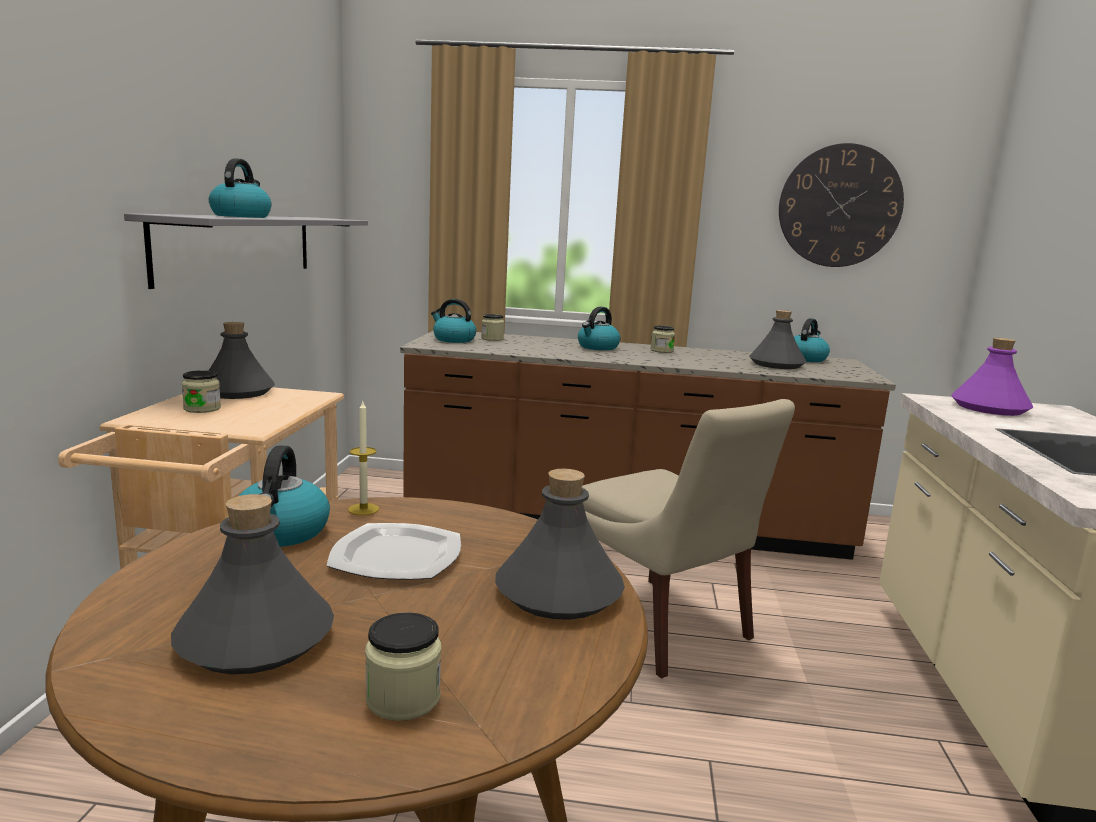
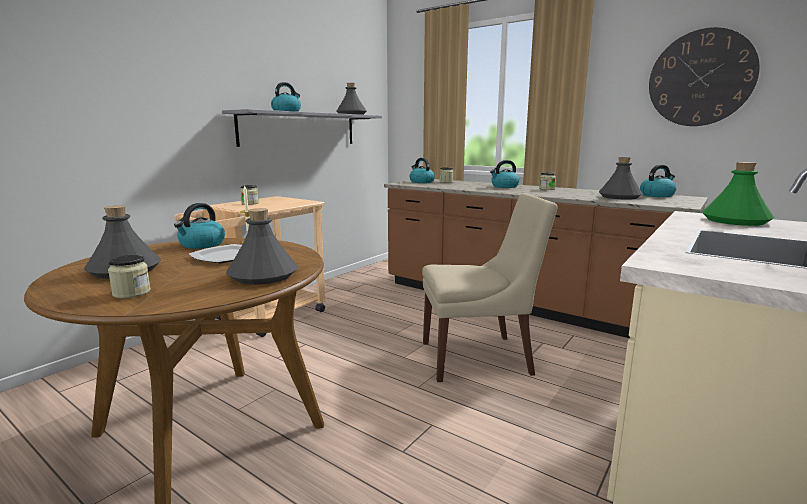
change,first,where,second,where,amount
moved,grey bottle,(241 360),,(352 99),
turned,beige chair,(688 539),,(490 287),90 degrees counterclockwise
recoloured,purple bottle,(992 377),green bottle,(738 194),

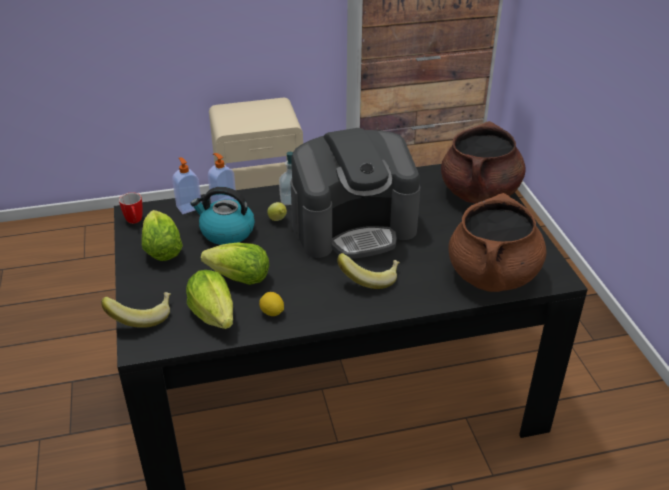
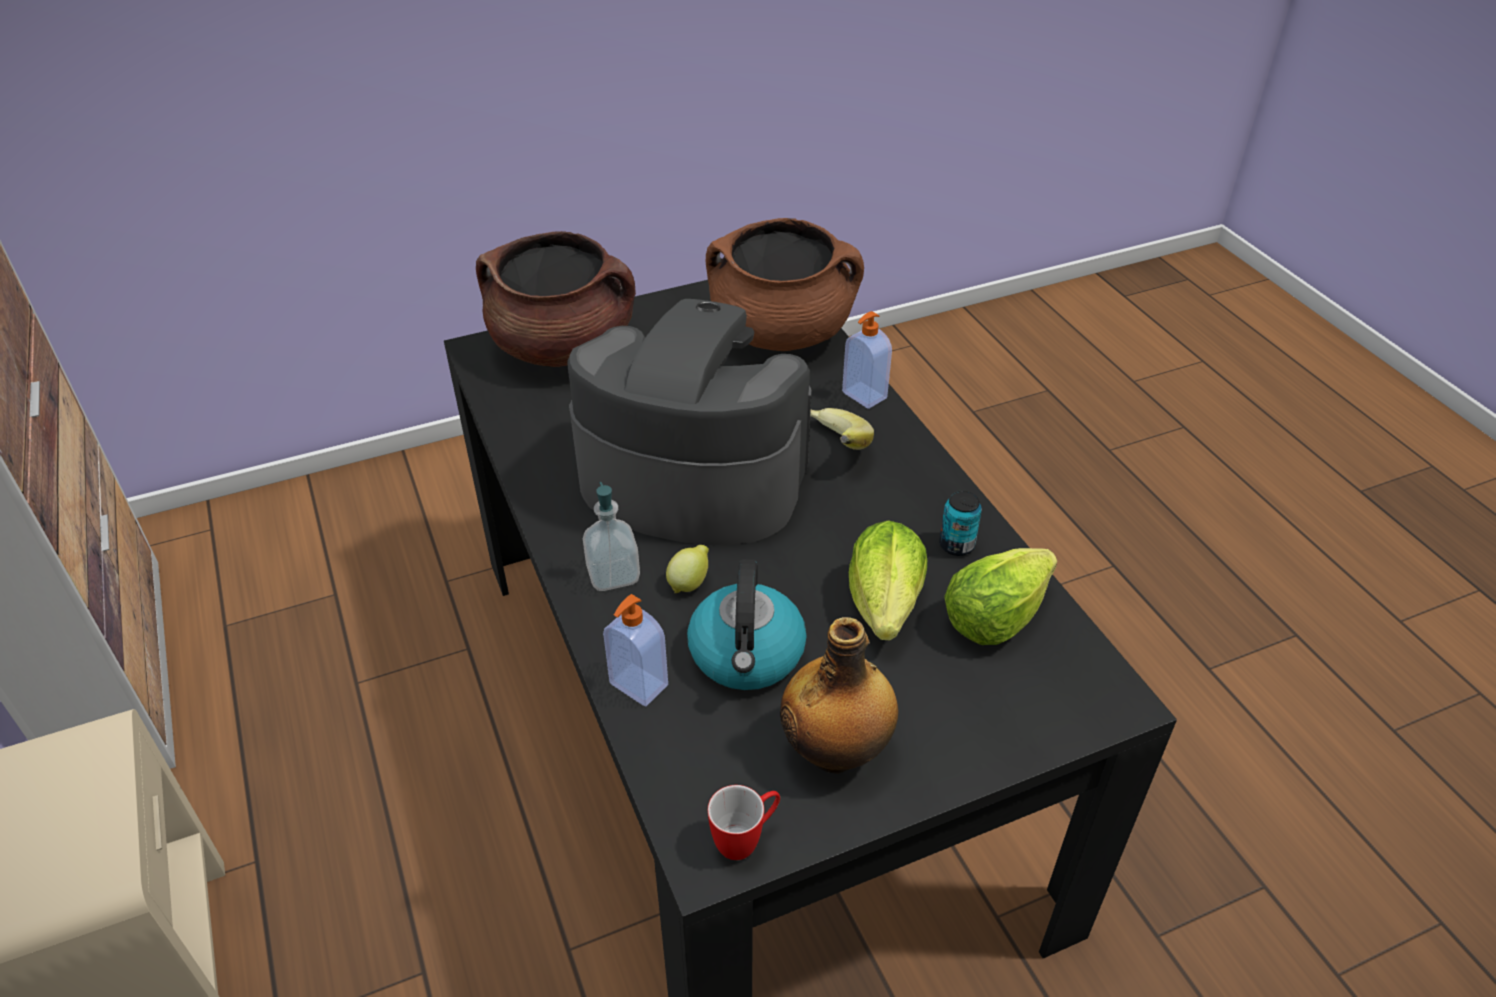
change,first,where,second,where,amount
removed,banana,(136 310),,,
replaced,lettuce,(162 235),bottle,(839 695),
moved,soap dispenser,(187 185),,(867 360),
replaced,lemon,(271 304),can,(960 523),
turned,coffee machine,(356 193),,(689 422),45 degrees counterclockwise

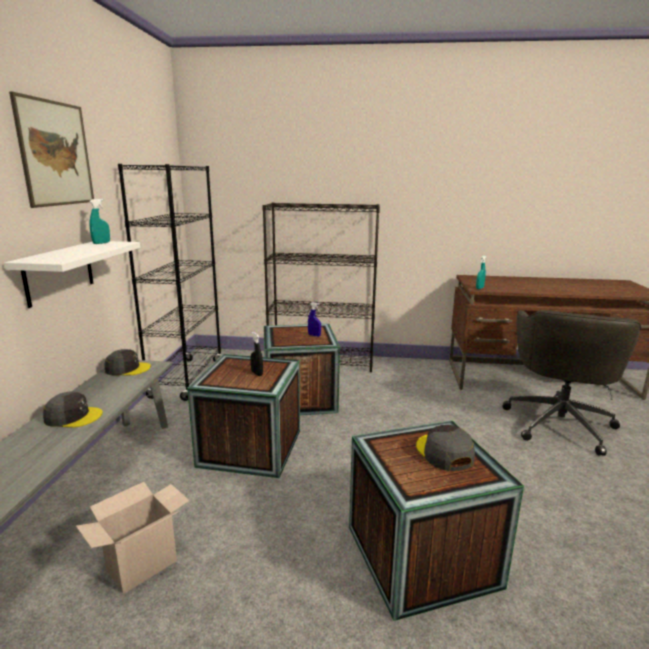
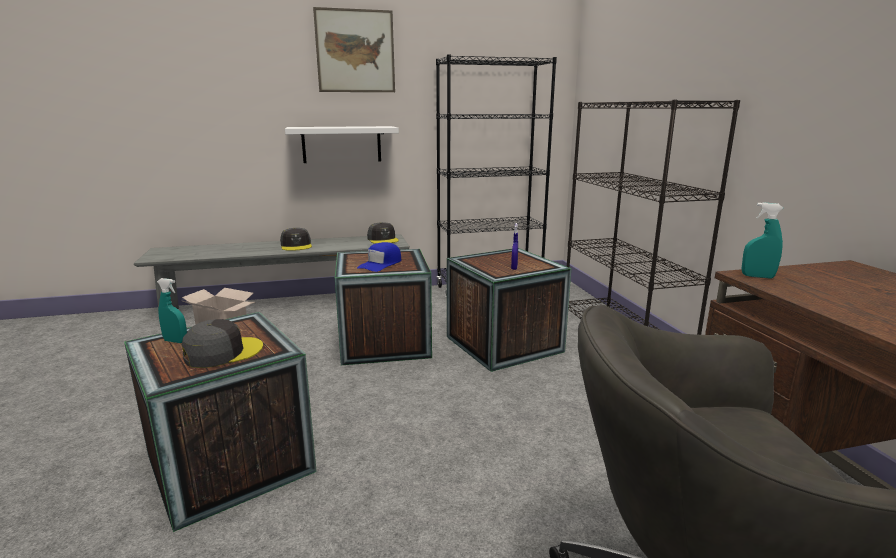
change,first,where,second,where,amount
moved,turquoise spray bottle,(99 221),,(172 310),
replaced,black spray bottle,(256 354),blue cap,(379 257),

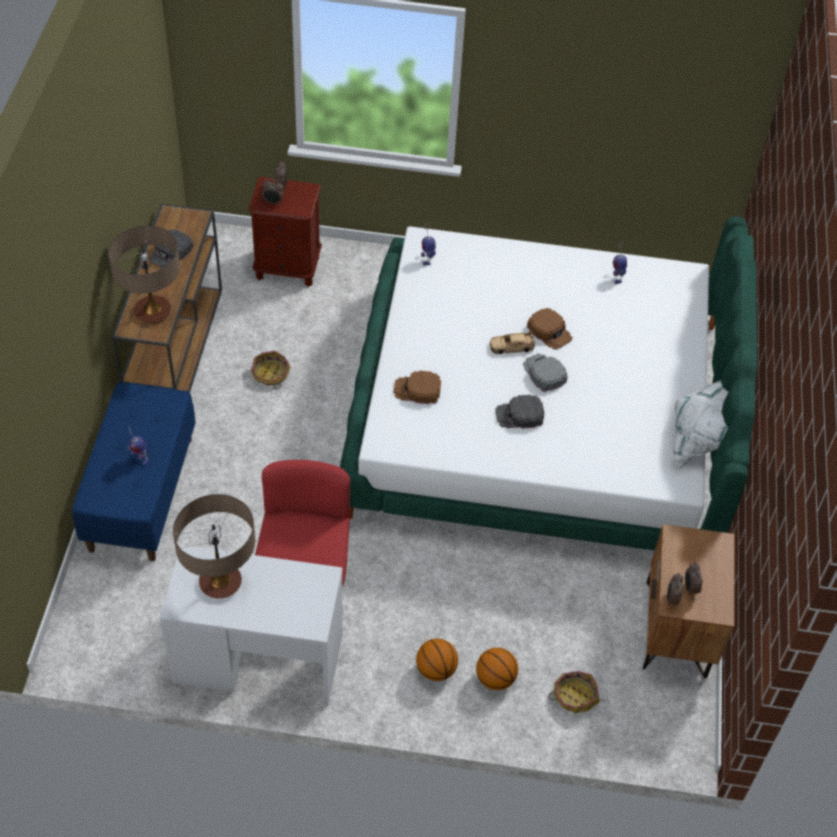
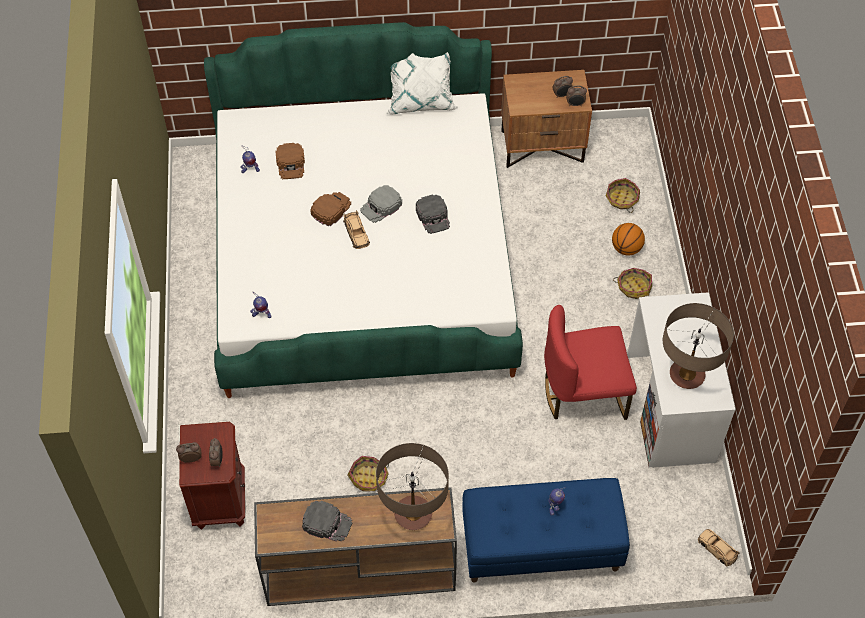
change,first,where,second,where,amount
moved,brown cap,(417 387),,(290 161),
replaced,basketball,(437 660),basket,(632 283),
added,,,beige toy car,(719 548),

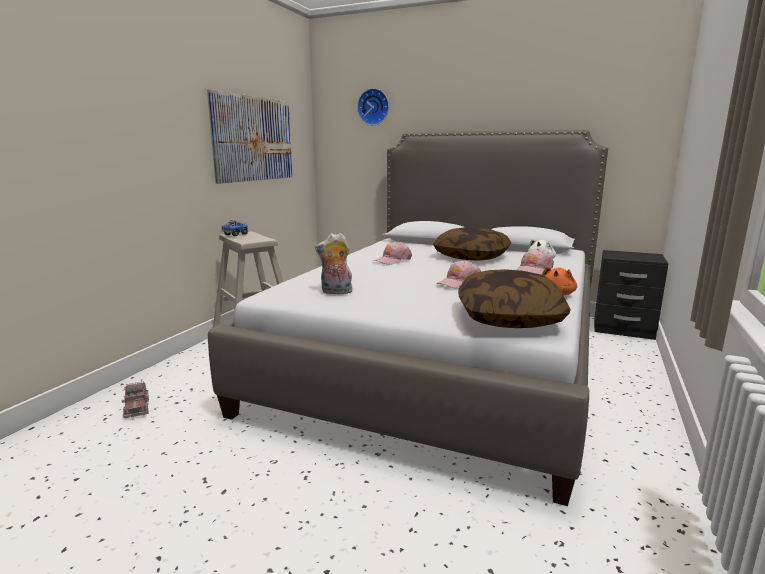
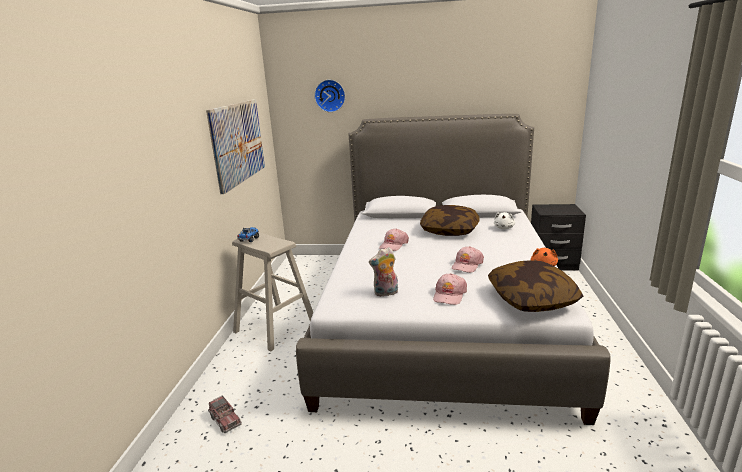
change,first,where,second,where,amount
moved,pink cap,(535 262),,(450 289),

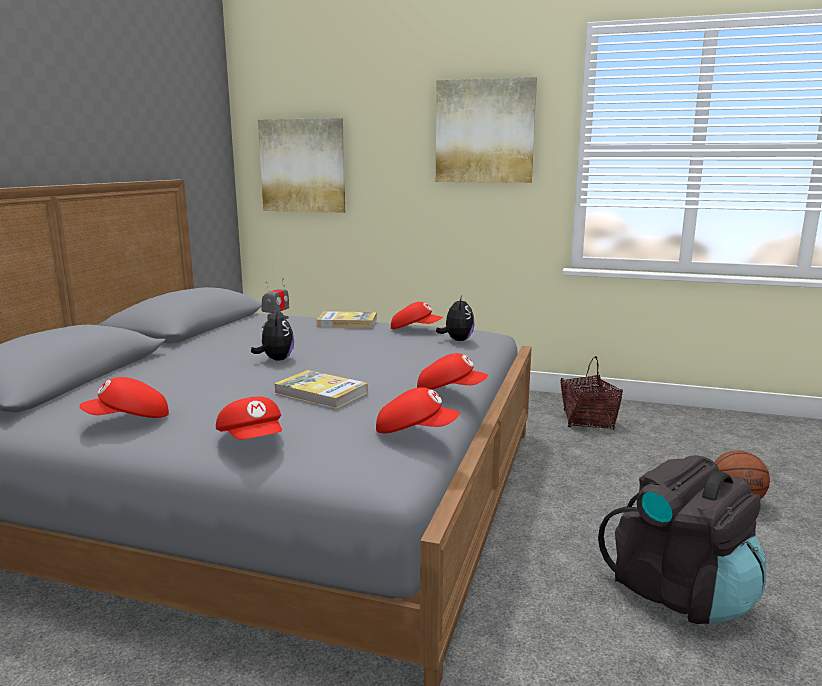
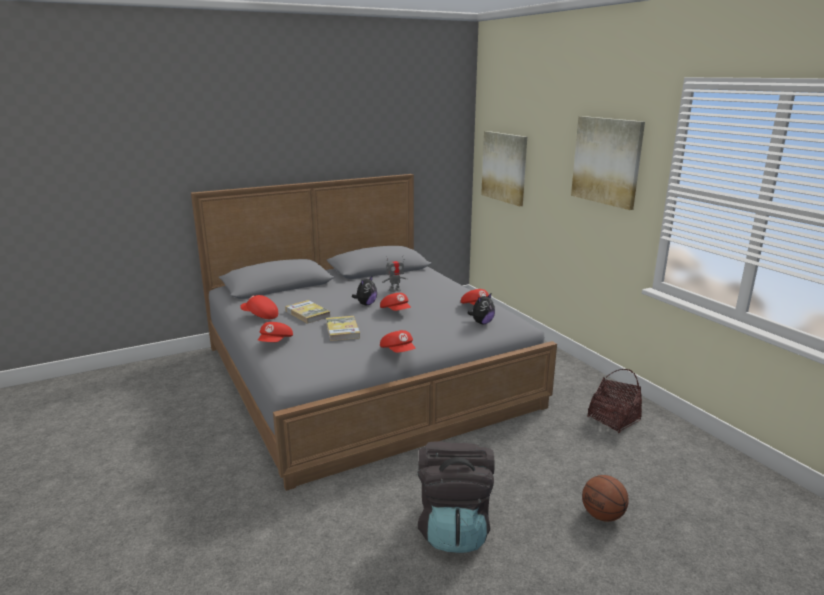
change,first,where,second,where,amount
moved,book,(347 319),,(308 312),
moved,red cap,(418 410),,(395 302),

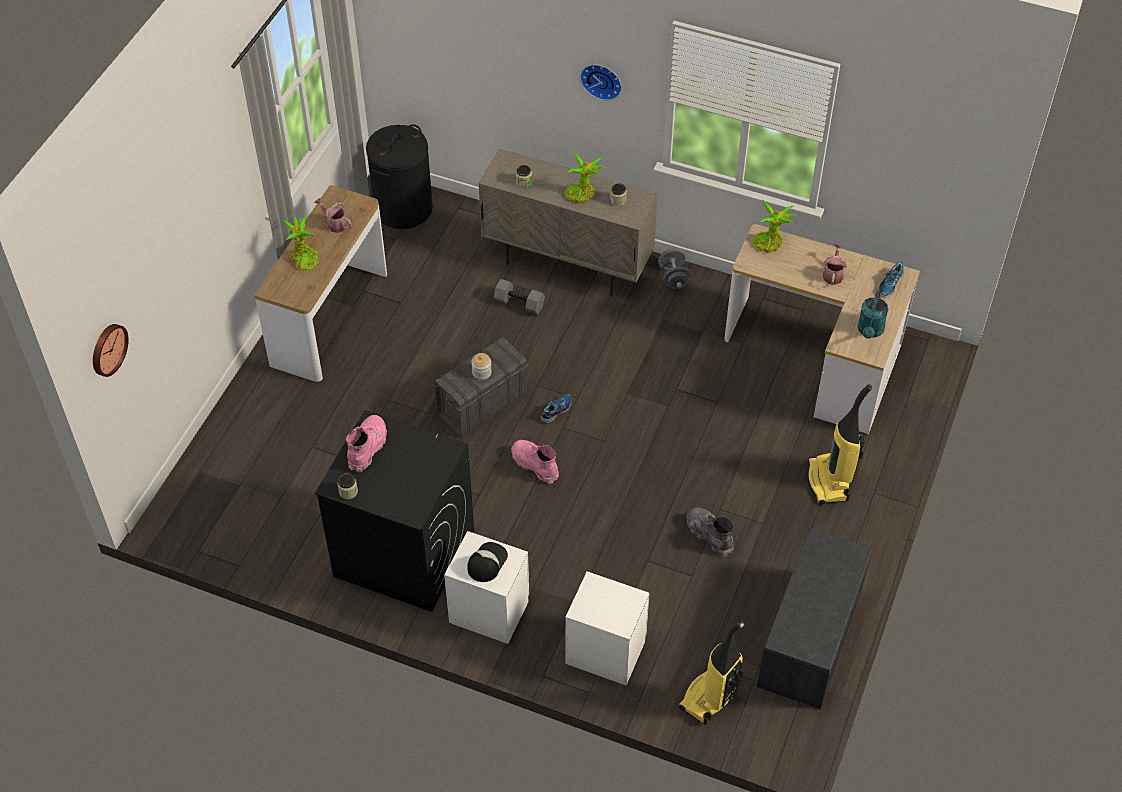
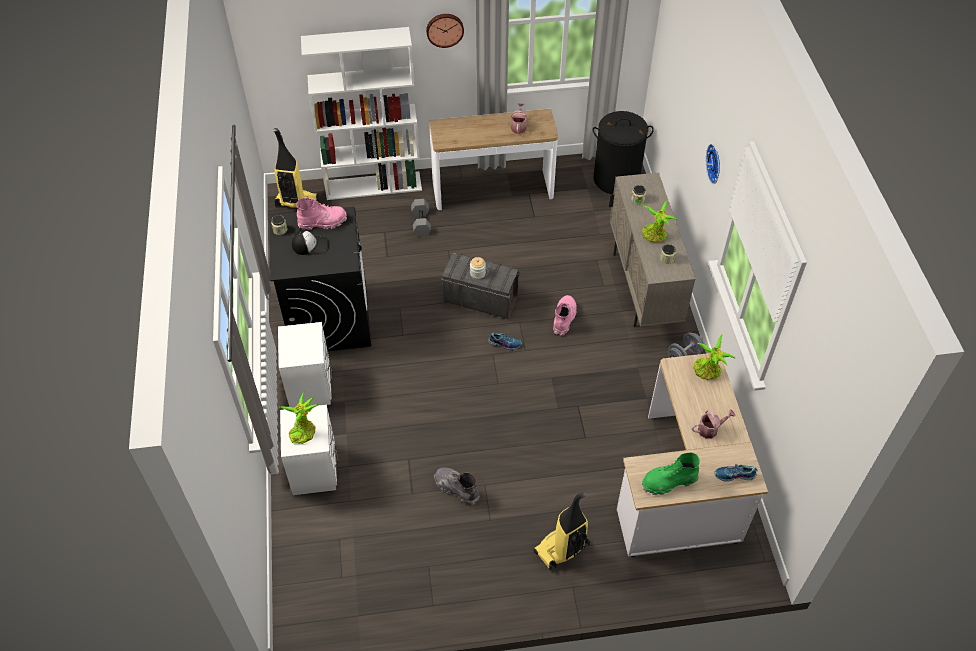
change,first,where,second,where,amount
moved,wall clock,(111 350),,(445 31),
moved,potted plant,(300 242),,(298 418),
moved,cap,(487 562),,(310 242),
moved,grey dumbbell,(519 297),,(421 218),
moved,pink boot,(535 462),,(565 315),
moved,vacuum cleaner,(711 673),,(296 168),
turned,grey boot,(710 532),,(456 486),75 degrees counterclockwise
removed,grey bench,(814 618),,,
replaced,turquoise watering can,(873 314),green boot,(671 473),
added,,,white bookcase,(361 113),

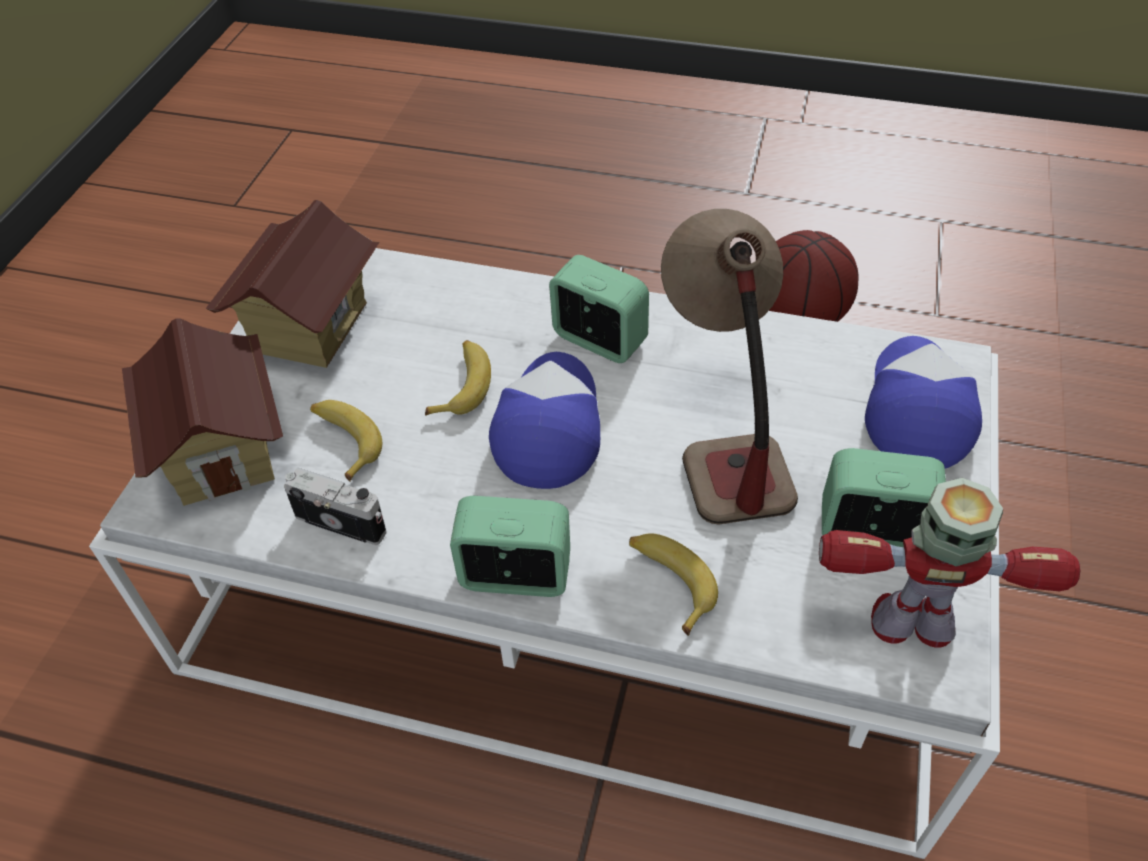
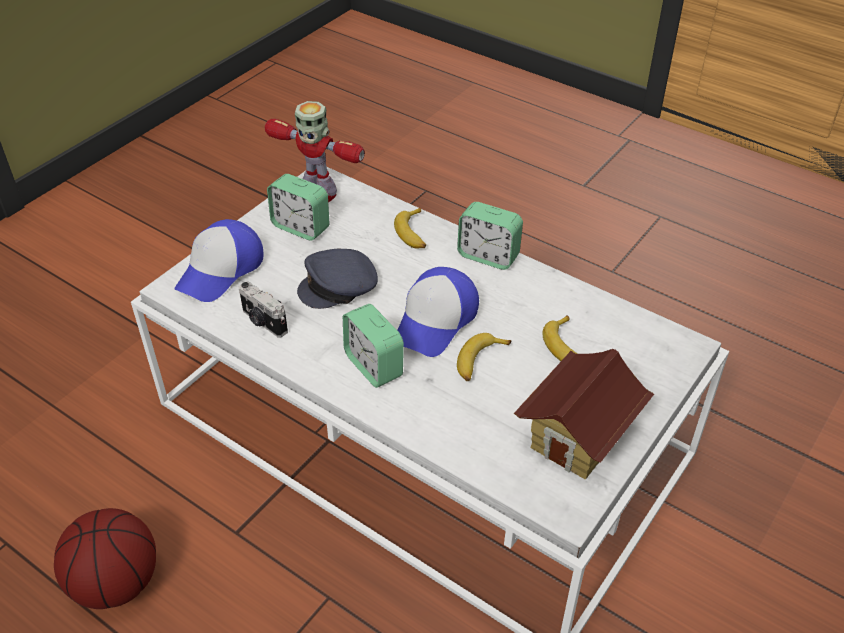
change,first,where,second,where,amount
removed,toy house,(202 412),,,
moved,photo camera,(335 506),,(263 309),
replaced,table lamp,(729 366),grey cap,(337 279),

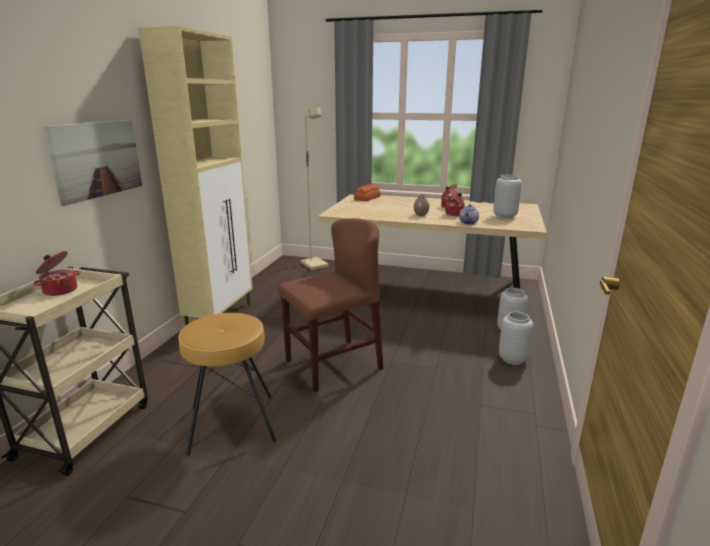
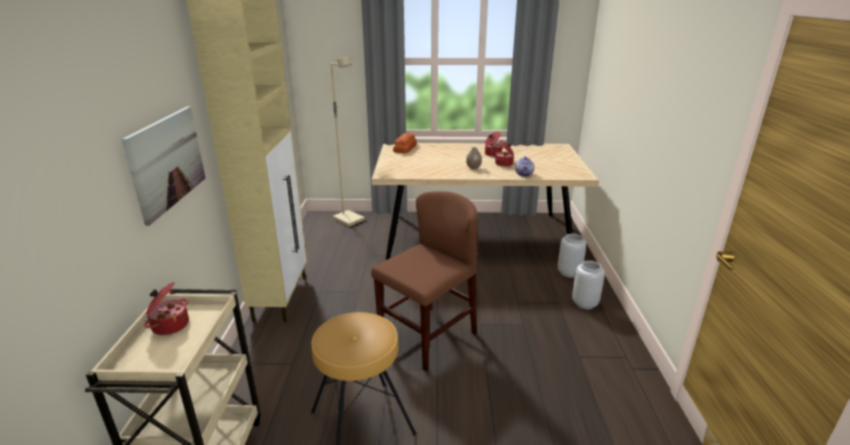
change,first,where,second,where,amount
removed,grey vase,(507 196),,,

